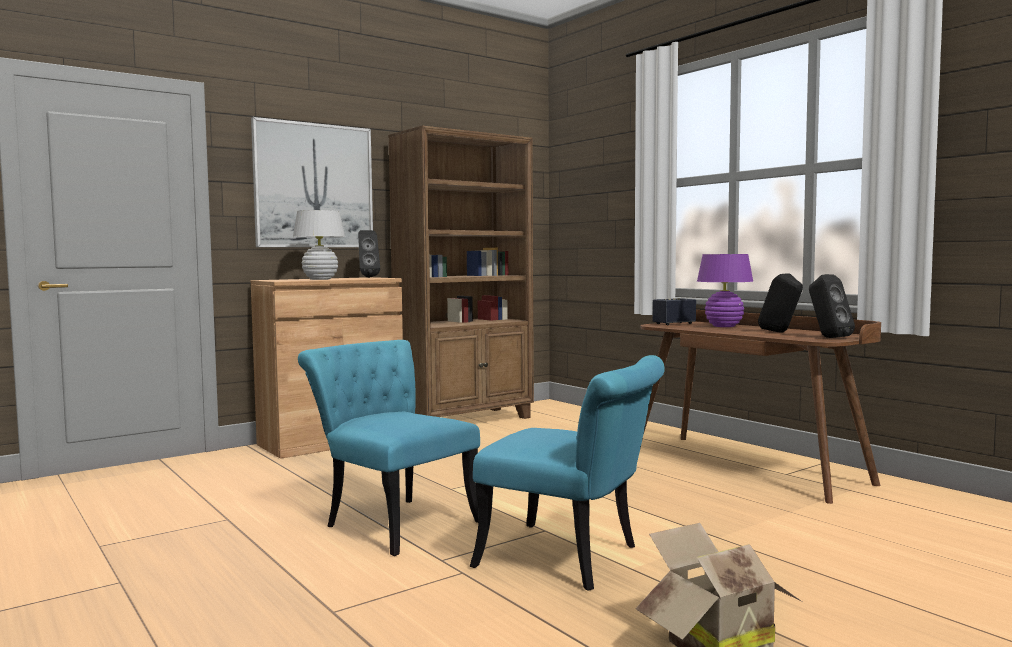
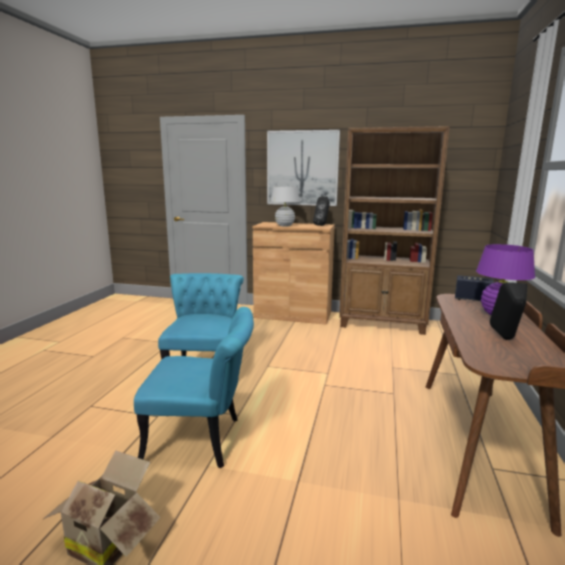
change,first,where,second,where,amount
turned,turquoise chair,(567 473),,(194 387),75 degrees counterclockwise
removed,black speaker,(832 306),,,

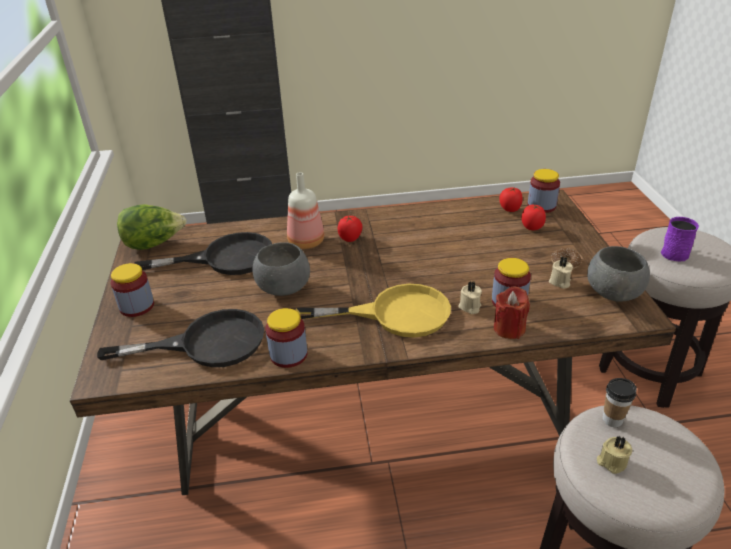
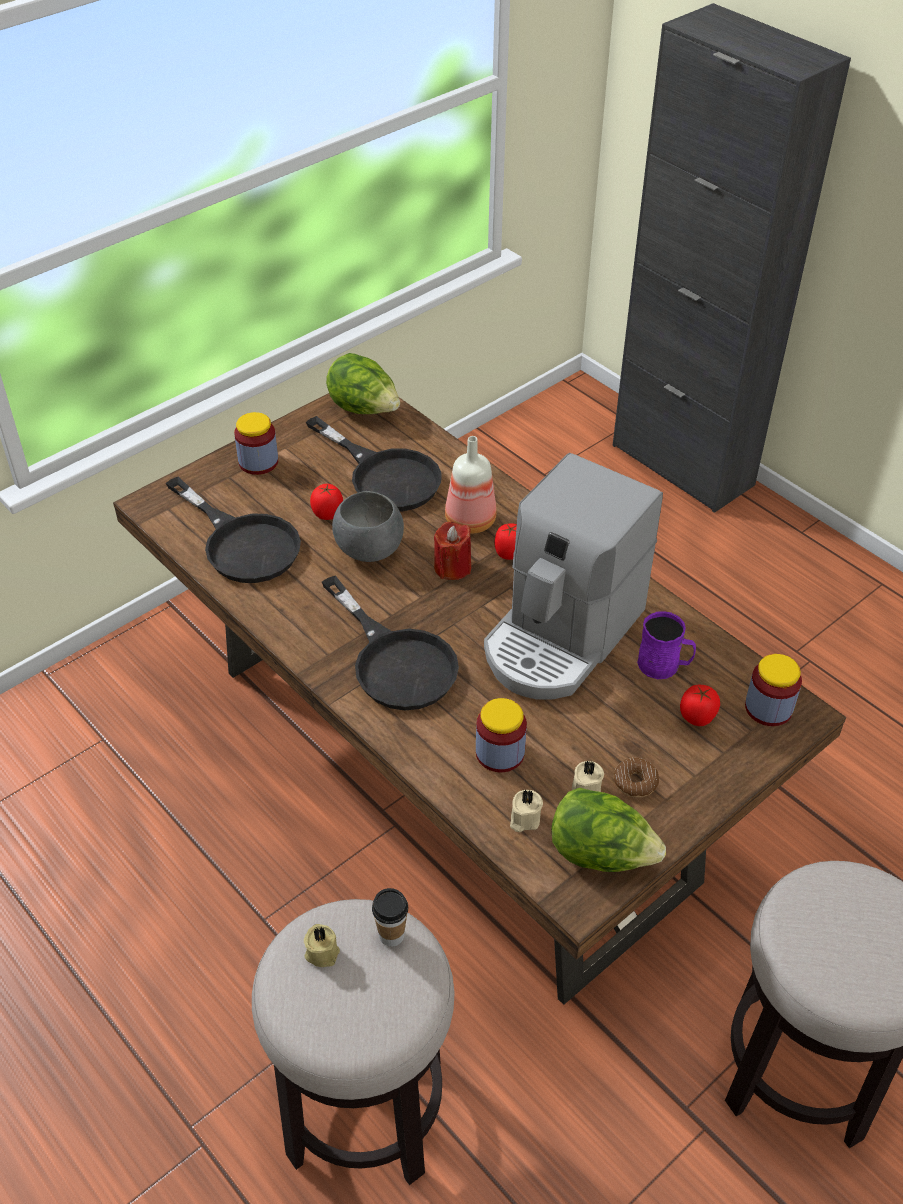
change,first,where,second,where,amount
removed,jar,(286 338),,,
recoloured,yellow frying pan,(373 311),black frying pan,(390 642),
moved,beige candle,(470 297),,(526 810),
moved,red candle,(512 313),,(452 551),
moved,tomato,(511 199),,(326 502),
replaced,grey bowl,(618 274),lettuce,(608 830),
moved,purple mug,(680 239),,(666 645),
added,,,coffee machine,(573 576),

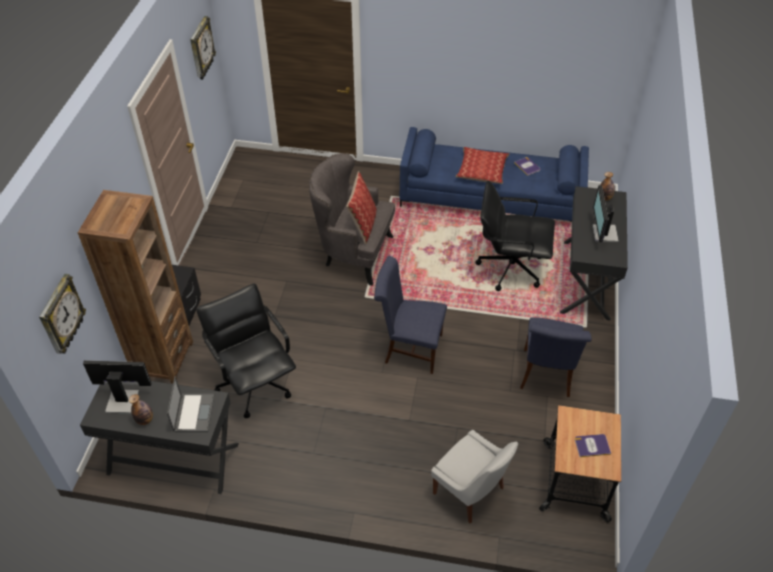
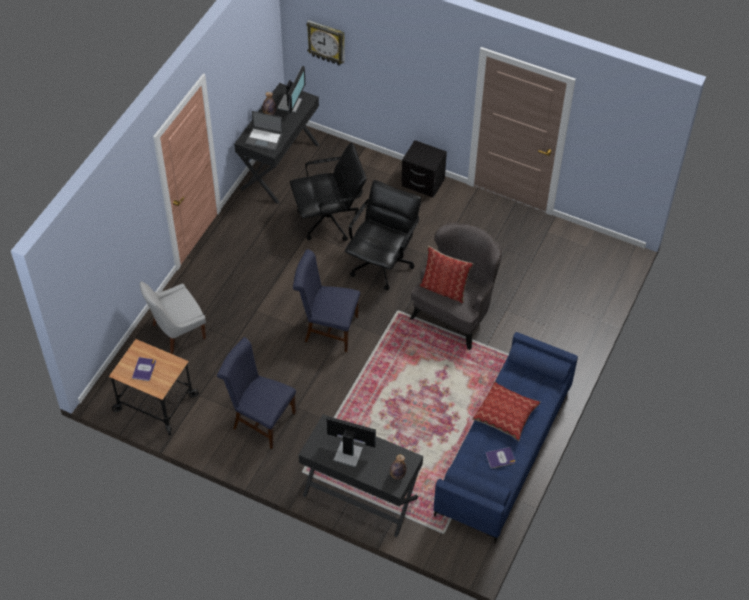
change,first,where,second,where,amount
removed,brown bookcase,(135 286),,,
removed,wall clock,(203 48),,,
turned,blue chair,(410 315),,(326 300),105 degrees counterclockwise
moved,black office chair,(515 235),,(383 235),

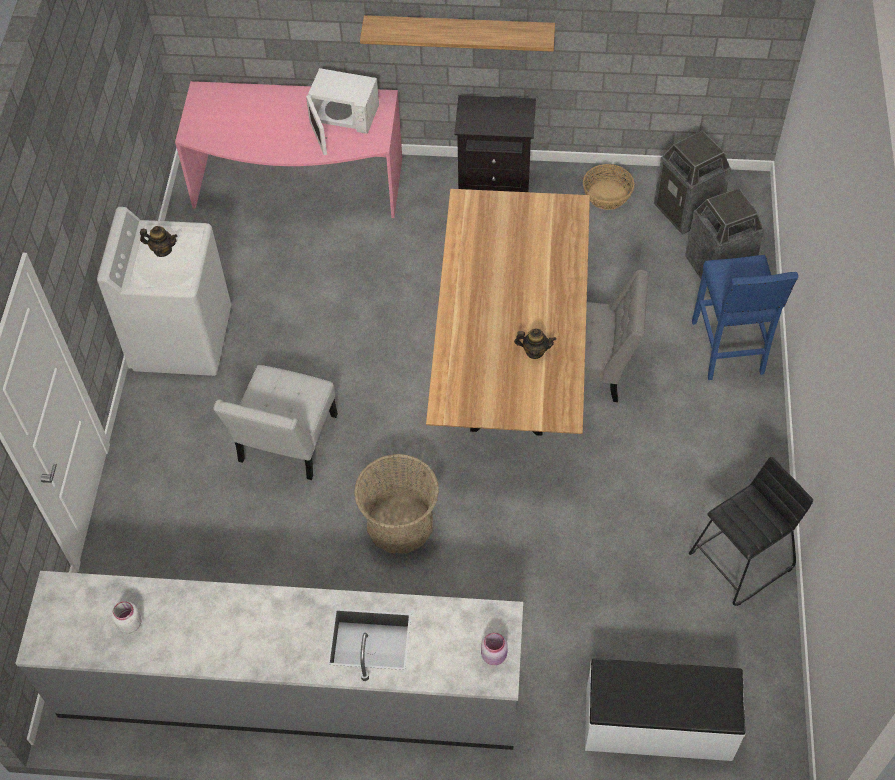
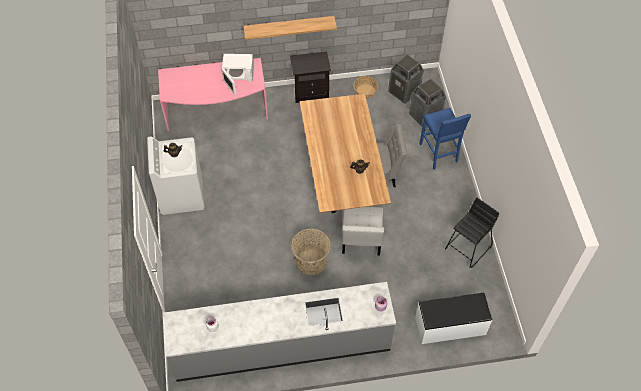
change,first,where,second,where,amount
moved,white chair,(275 422),,(363 231),

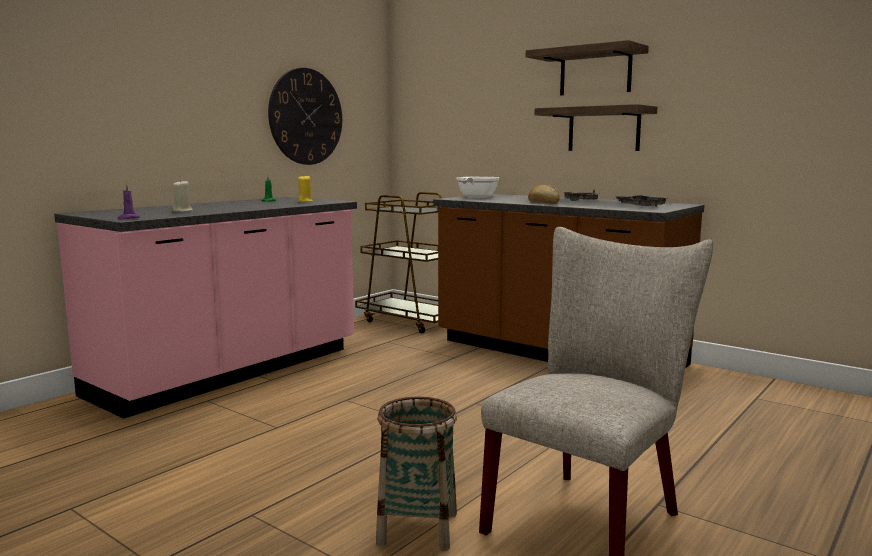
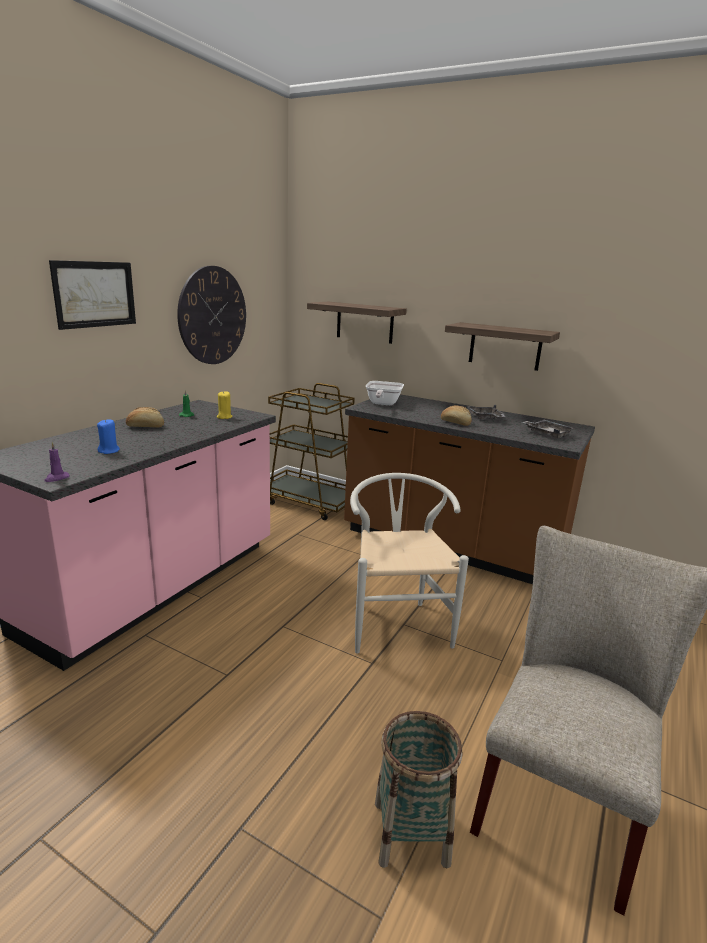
change,first,where,second,where,amount
recoloured,beige candle,(182 196),blue candle,(108 436),
moved,shelf,(587 67),,(357 323),
added,,,picture,(92 295),
added,,,bread,(145 417),
added,,,white chair,(409 563),

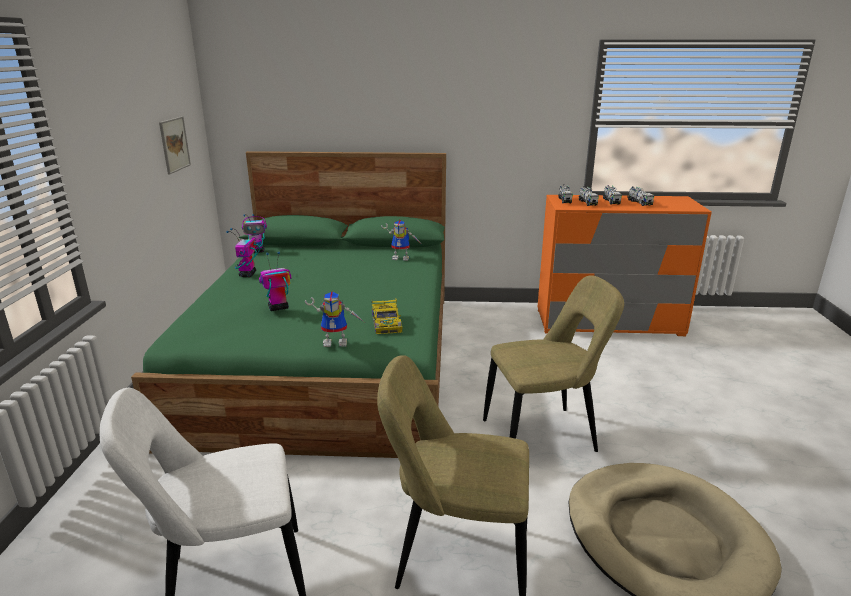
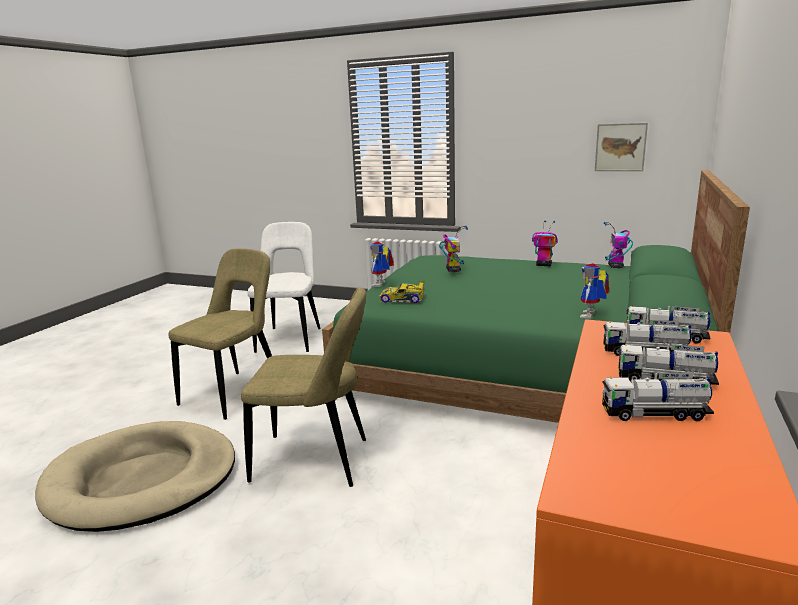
change,first,where,second,where,amount
turned,beige chair,(553 363),,(303 387),90 degrees counterclockwise

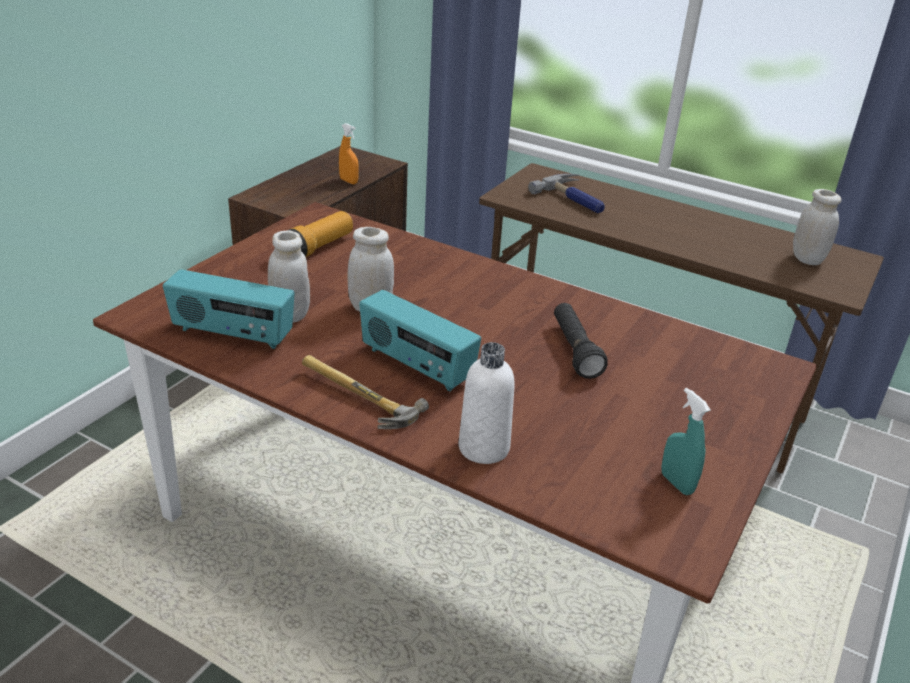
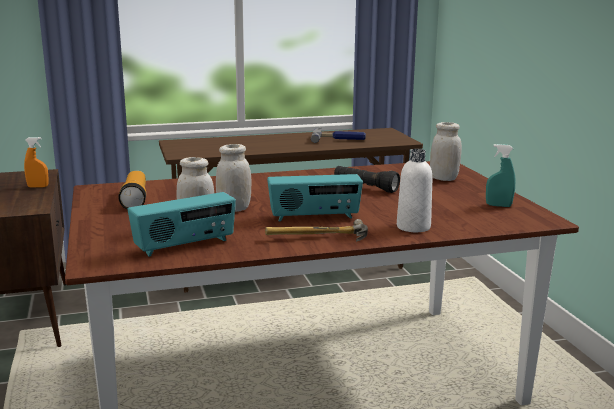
change,first,where,second,where,amount
moved,hammer,(566 193),,(338 135),
moved,white jar,(817 227),,(446 151),

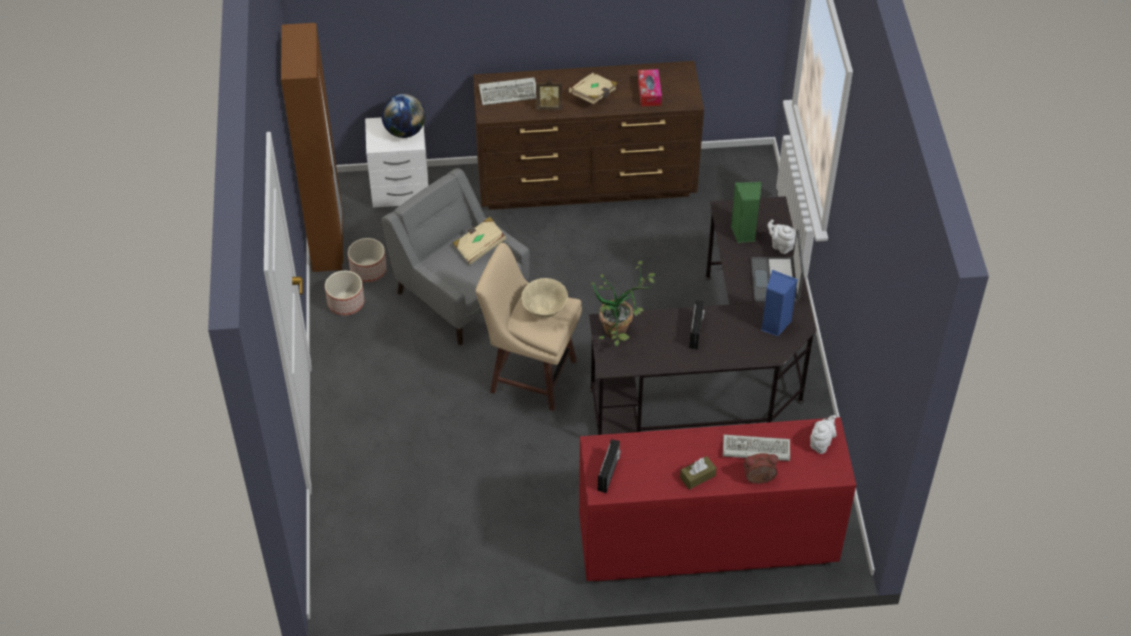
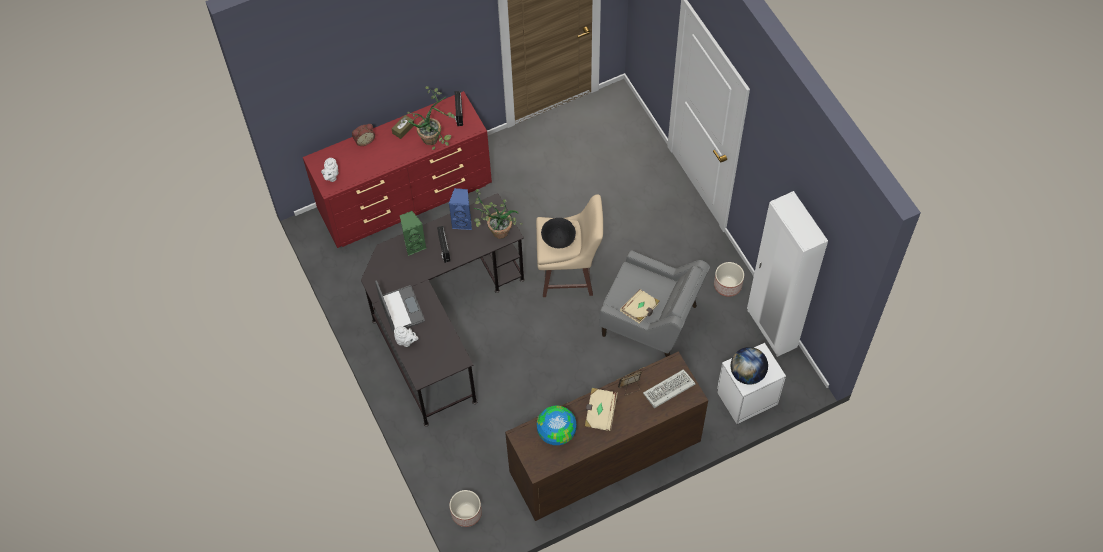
change,first,where,second,where,amount
recoloured,brown wardrobe,(312 147),white wardrobe,(787 274),
moved,planter,(367 260),,(465 508),
recoloured,beige bowl,(544 298),black bowl,(558 233),
replaced,tissue box,(650 87),globe,(556 425),
removed,keyboard,(756 448),,,
moved,green speaker,(746 212),,(413 233),
moved,blue speaker,(779 303),,(460 209),
added,,,potted plant,(429 118),

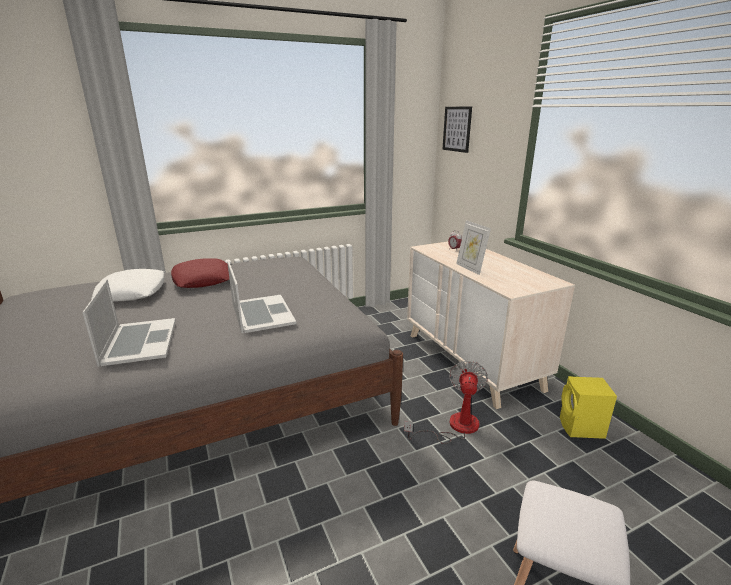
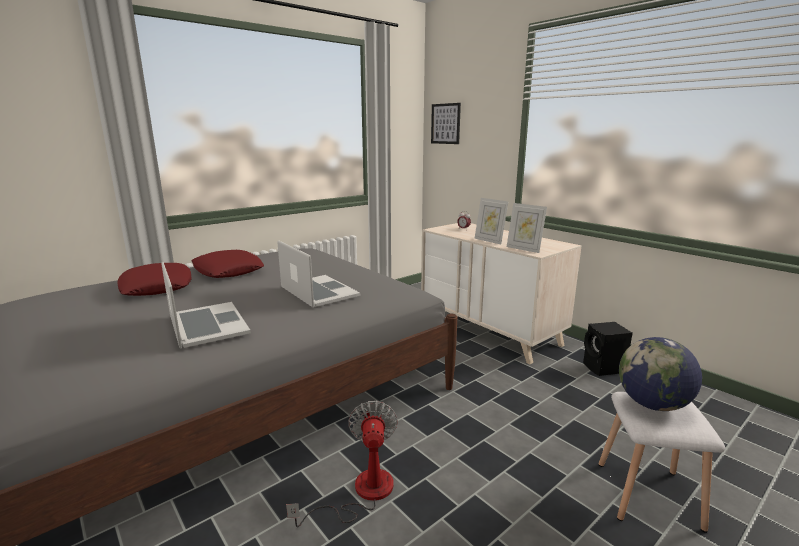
change,first,where,second,where,amount
recoloured,white pillow,(127 285),red pillow,(154 279),
moved,fan,(446 402),,(342 464),
recoloured,yellow speaker,(588 407),black speaker,(608 349),
added,,,picture frame,(527 228),
added,,,globe,(660 374),

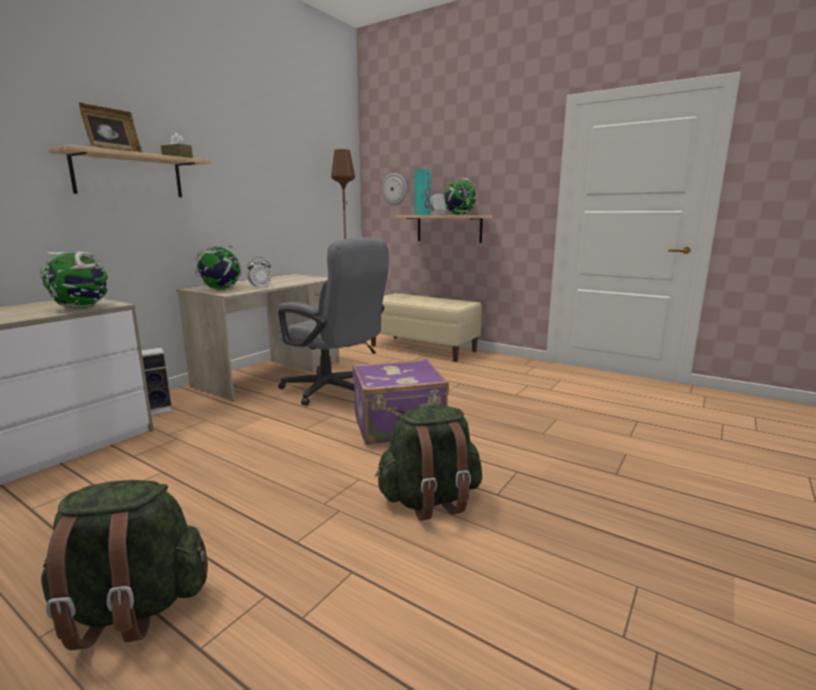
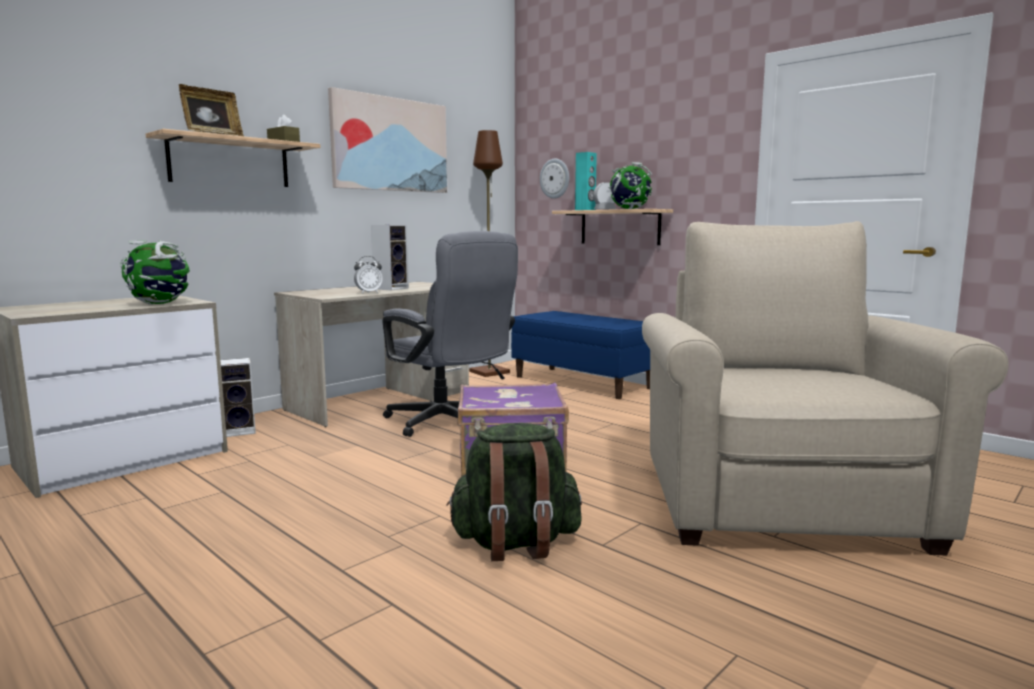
change,first,where,second,where,amount
removed,green backpack,(124 565),,,
removed,globe,(218 267),,,
recoloured,beige bench,(426 327),blue bench,(580 355),
added,,,picture,(387 140),
added,,,speaker,(390 258),
added,,,beige armchair,(825 388),

